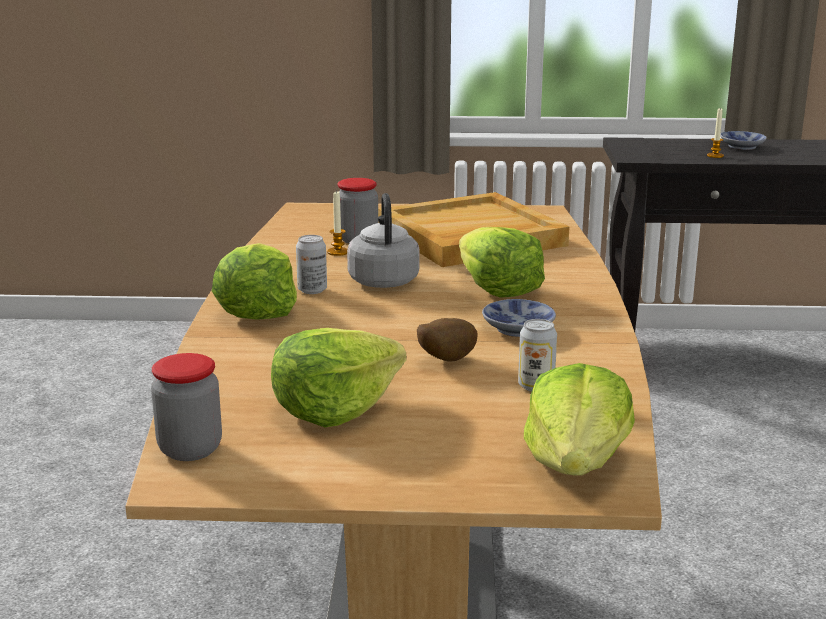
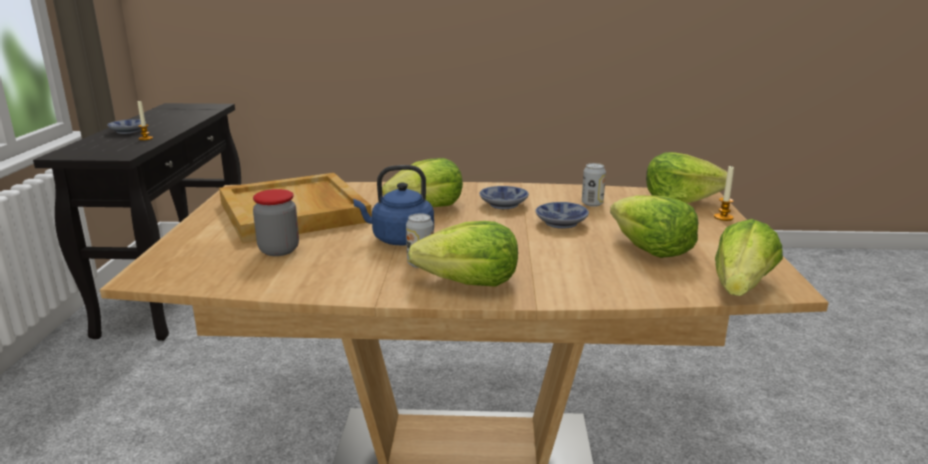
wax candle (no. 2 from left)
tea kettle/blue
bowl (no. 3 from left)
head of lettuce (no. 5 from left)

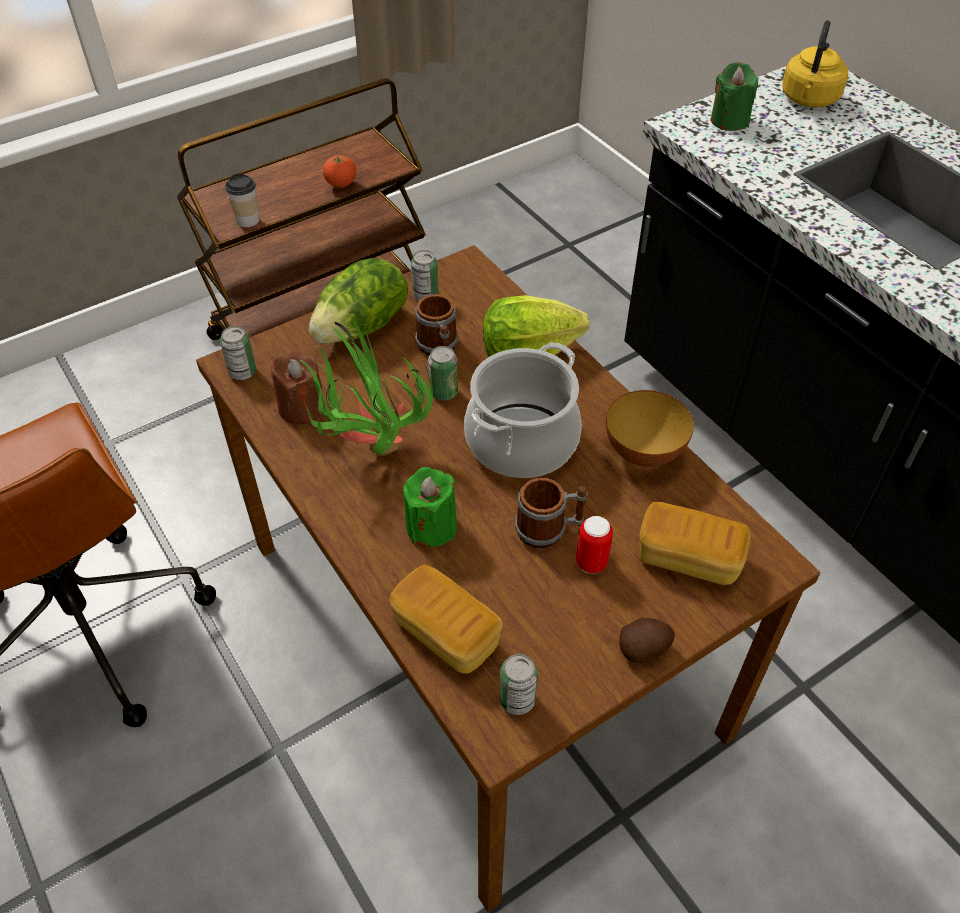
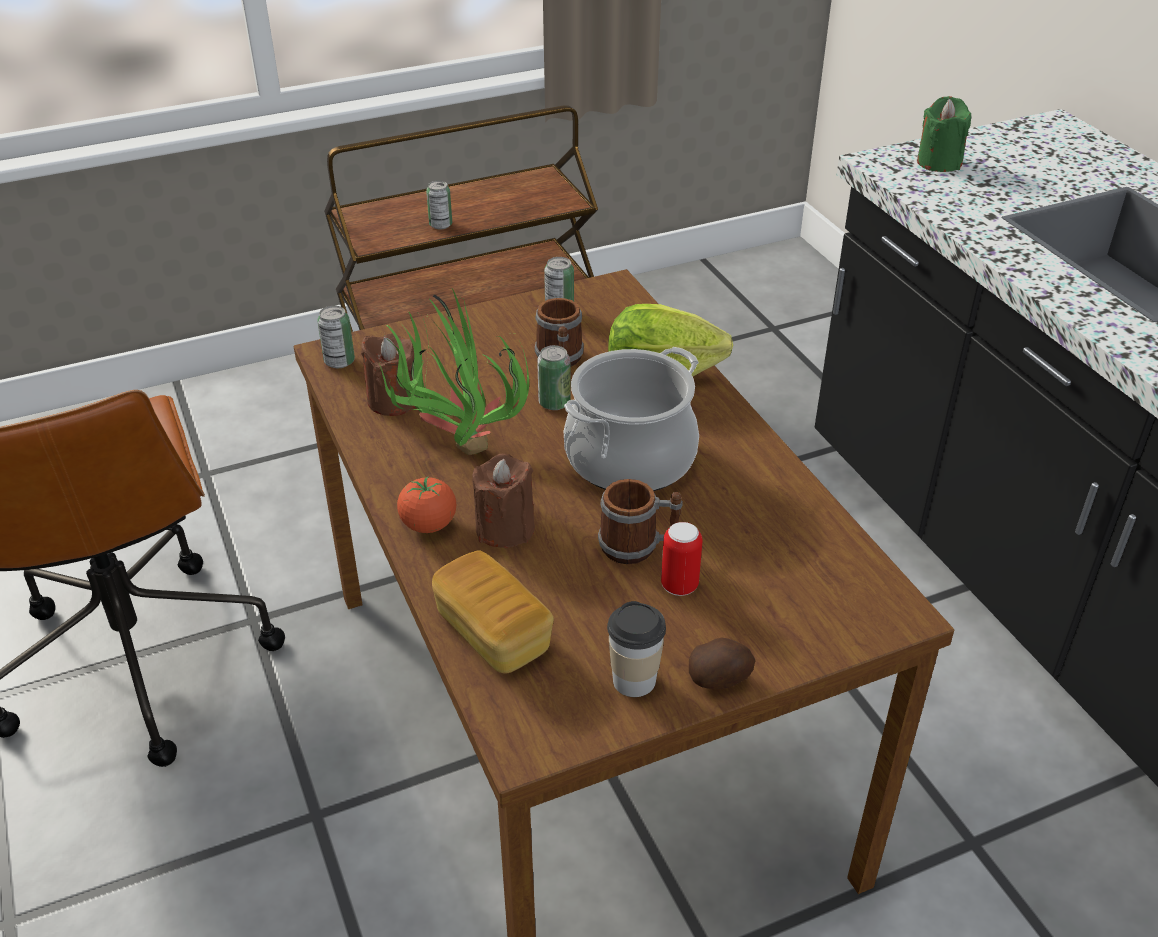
tea kettle/yellow
fresh tomato
drinking cup
head of lettuce (no. 1 from left in the first image)
bowl
wax candle/brown (no. 2 from left)
bread (no. 2 from left in the first image)
sealed can (no. 2 from left)

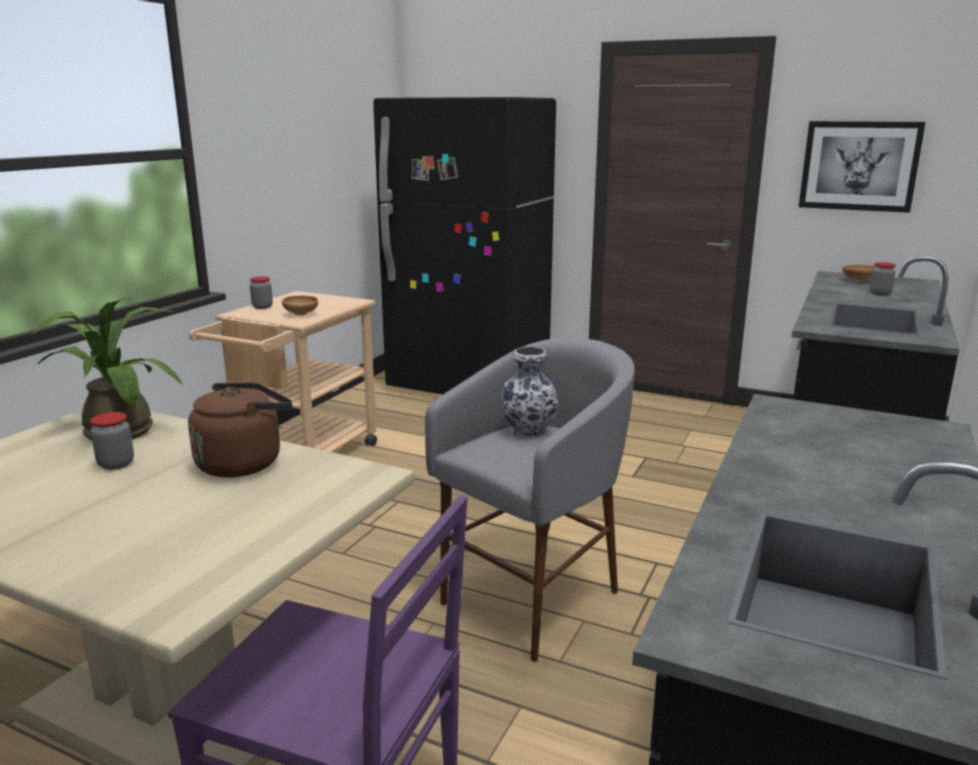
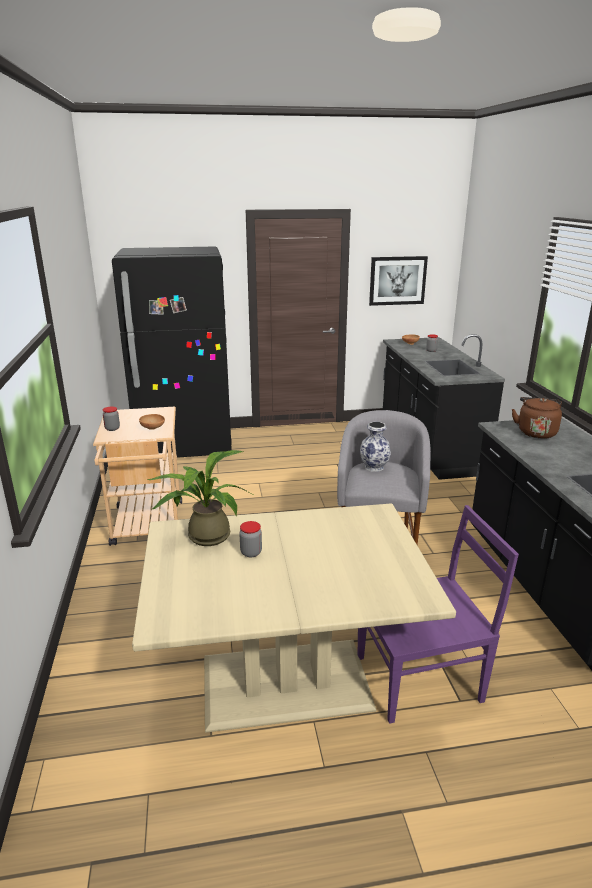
tea kettle/brown

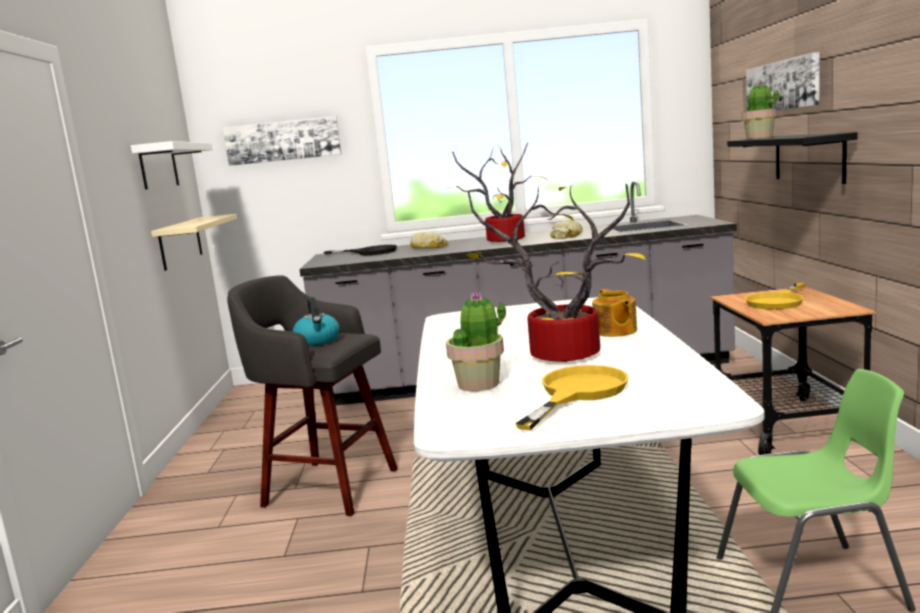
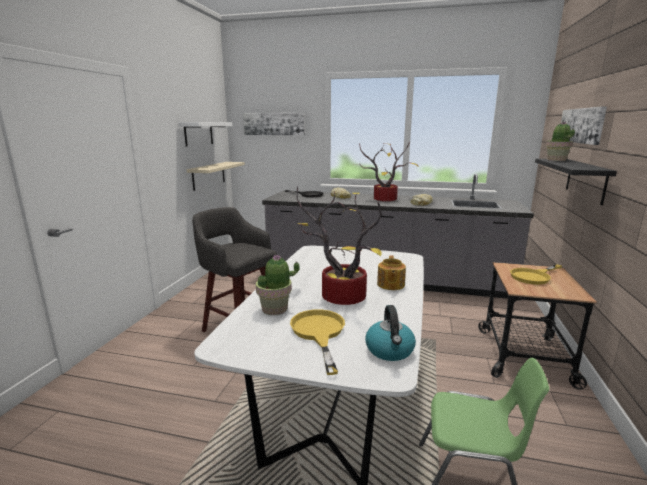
tea kettle
skillet/yellow (no. 1 from left)

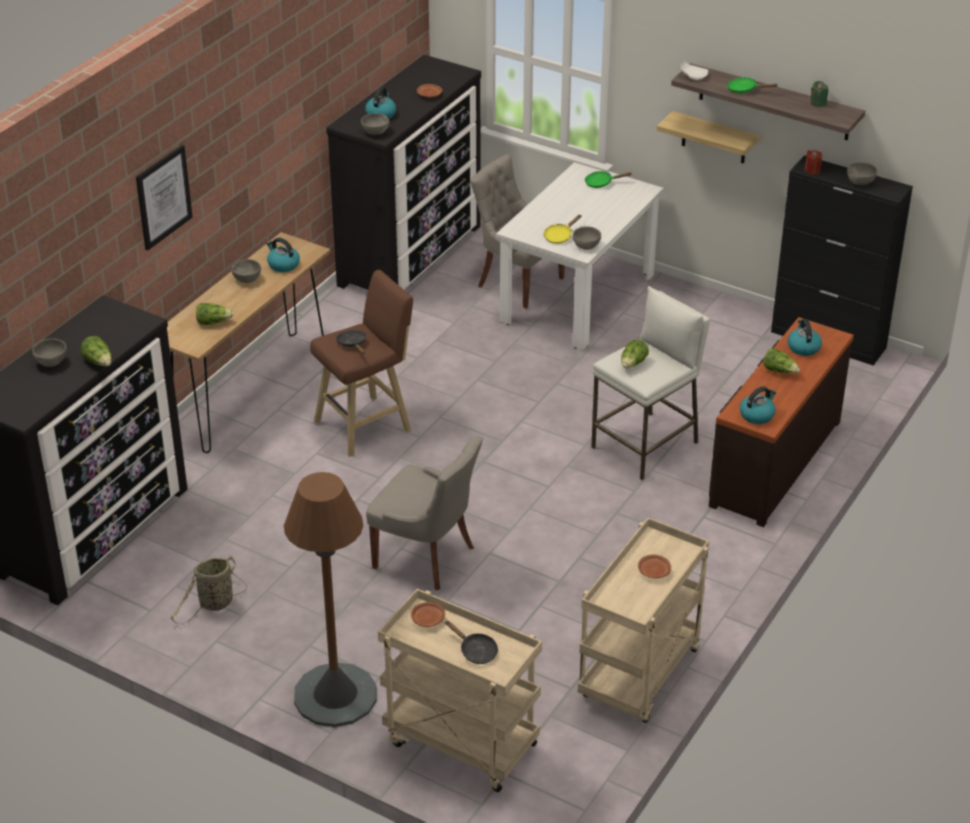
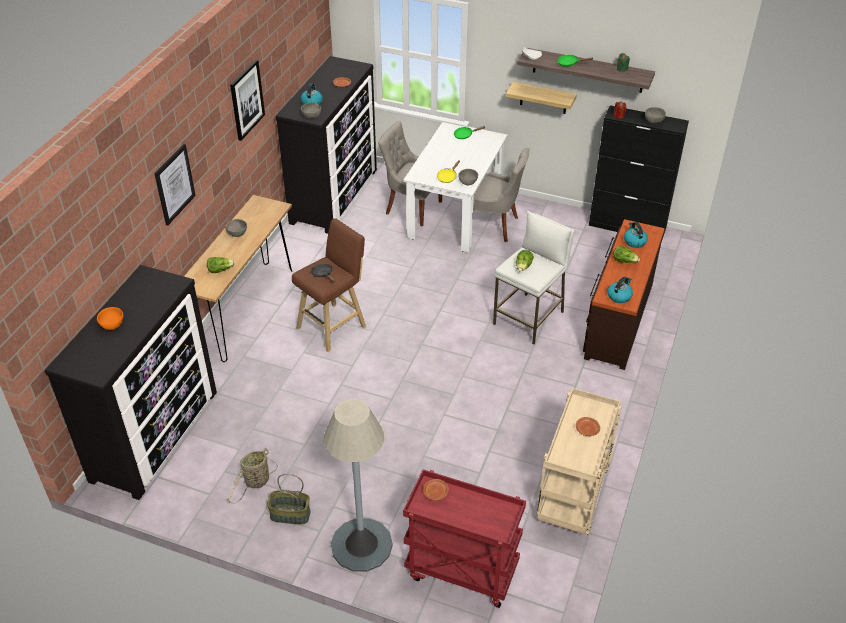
tea kettle (no. 1 from left in the first image)
head of lettuce (no. 1 from left in the first image)
bowl/orangey
upright chair/grey (no. 2 from left)
standing lamp/grey
trolley/red-coloured
skillet/black-coloured (no. 2 from left in the first image)
picture (no. 2 from left)
basket (no. 2 from left)

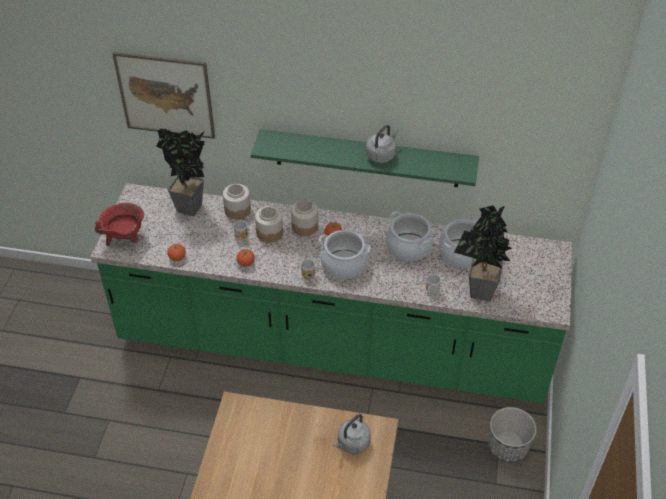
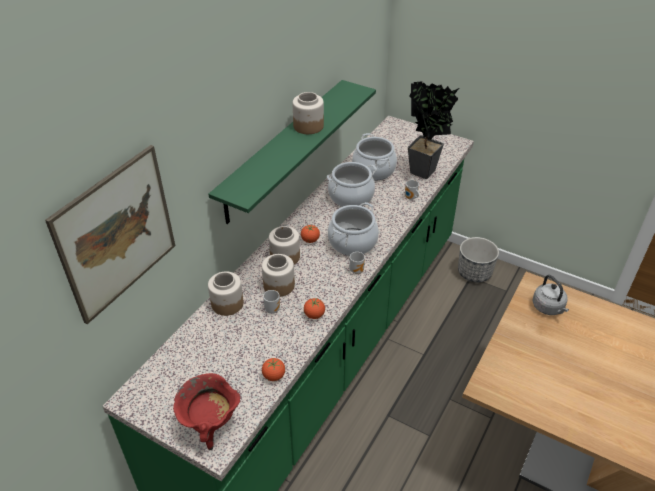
jar (no. 4 from left)
plant in a pot (no. 1 from left in the first image)

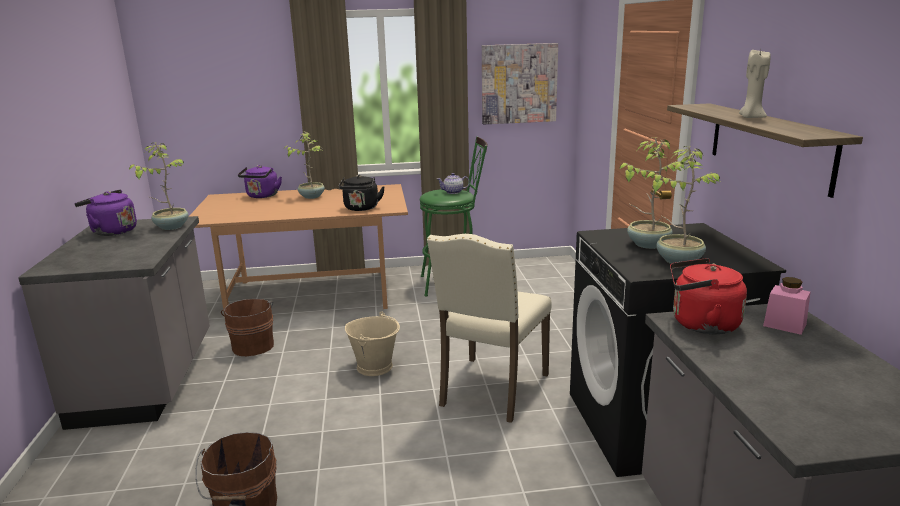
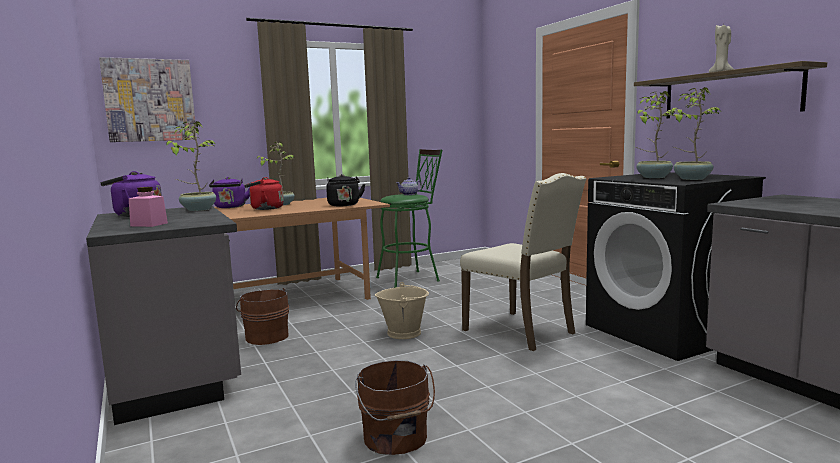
picture
upright chair/beige-coloured
tea kettle/red-coloured
jar/pink

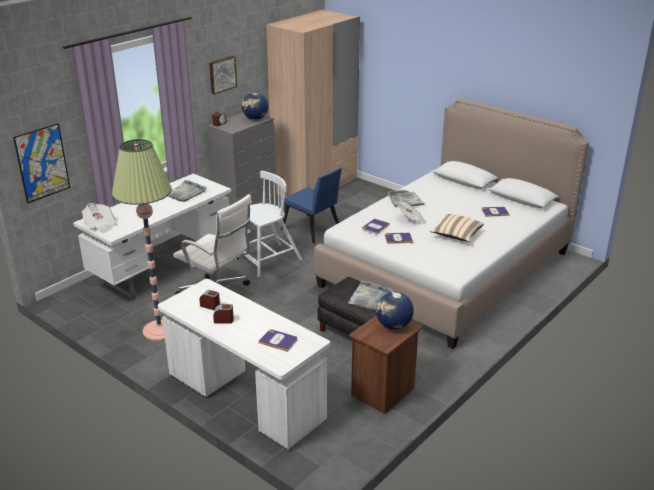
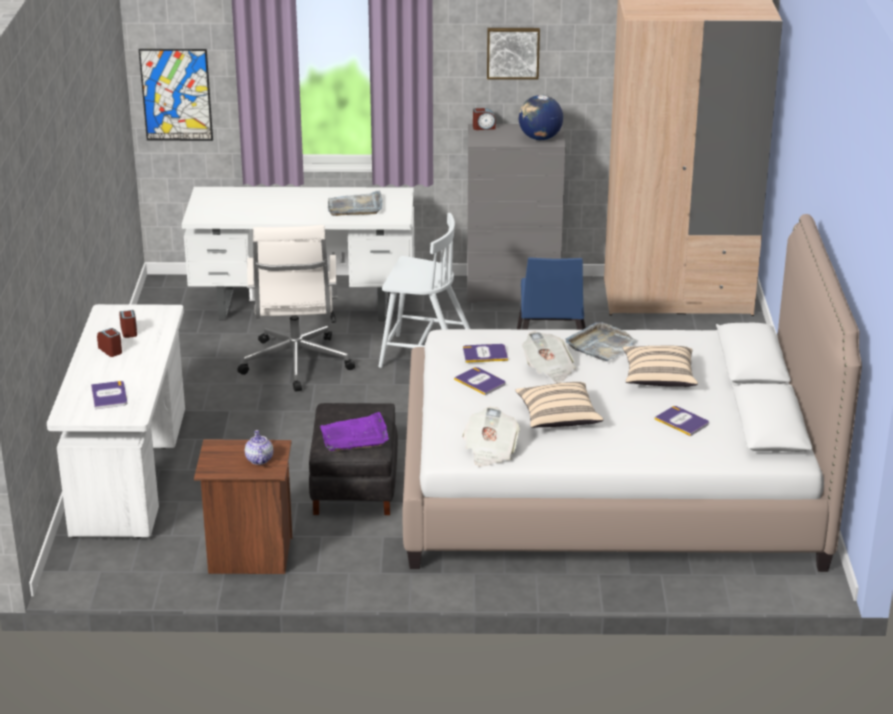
standing lamp
daily paper (no. 1 from left)
carrying tray/purple
tea pot
throw pillow/beige-coloured (no. 2 from left)

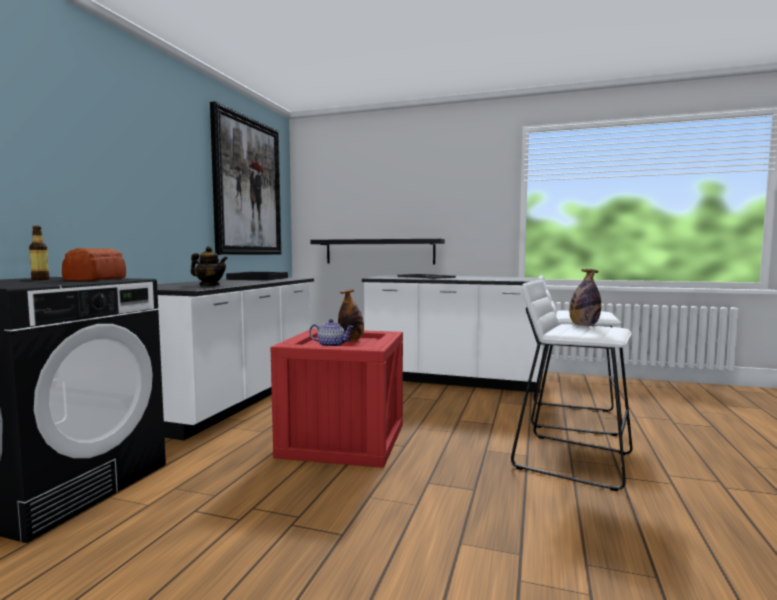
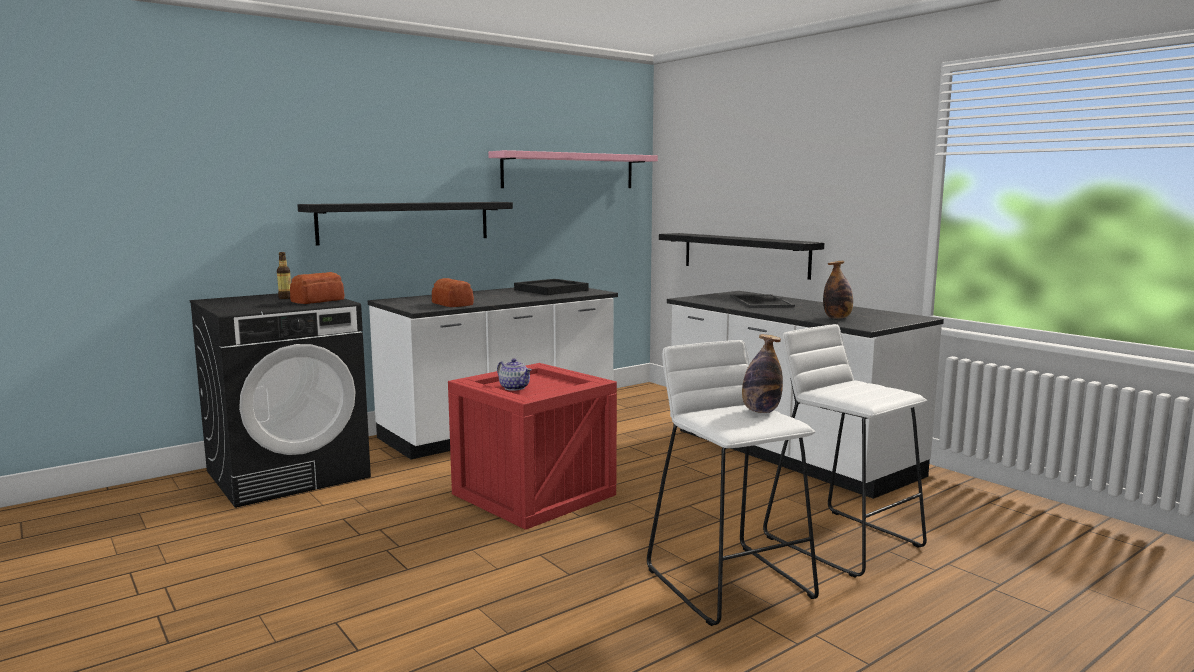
wall shelf/pink
bread (no. 2 from left)
beverage bottle (no. 3 from left)
wall shelf/black-coloured (no. 1 from left)

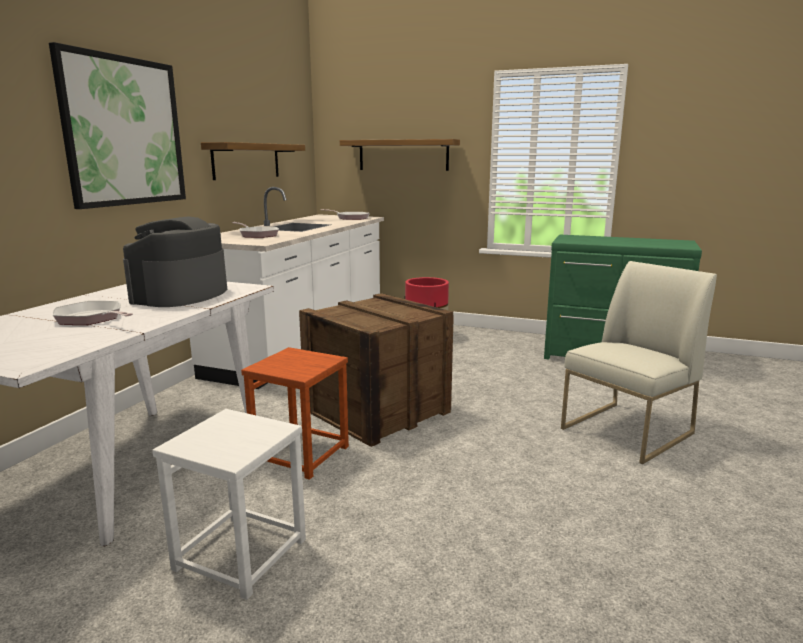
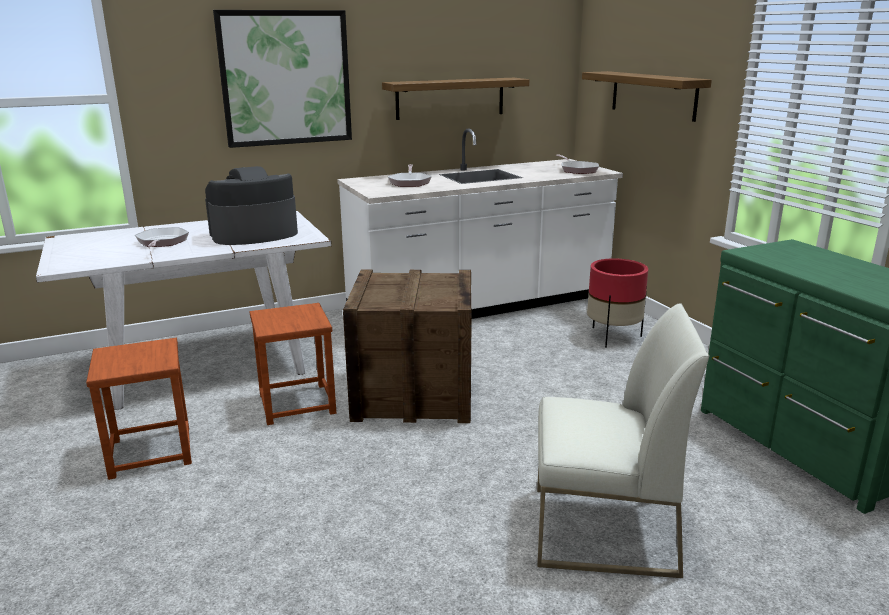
sitting stool/brown (no. 1 from left)

